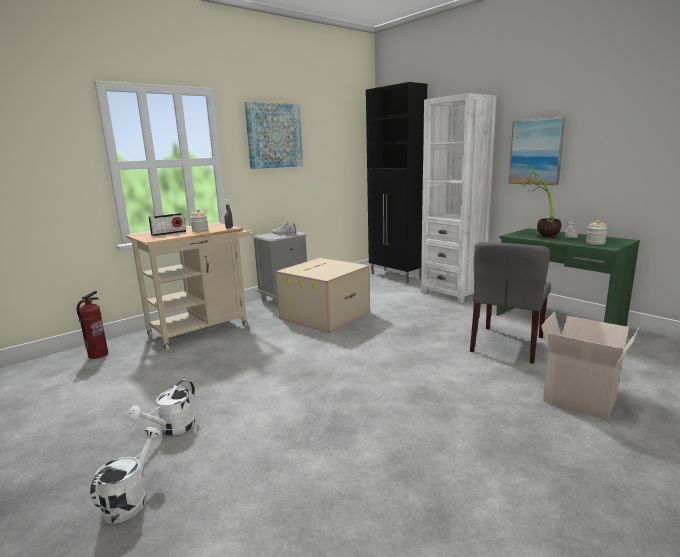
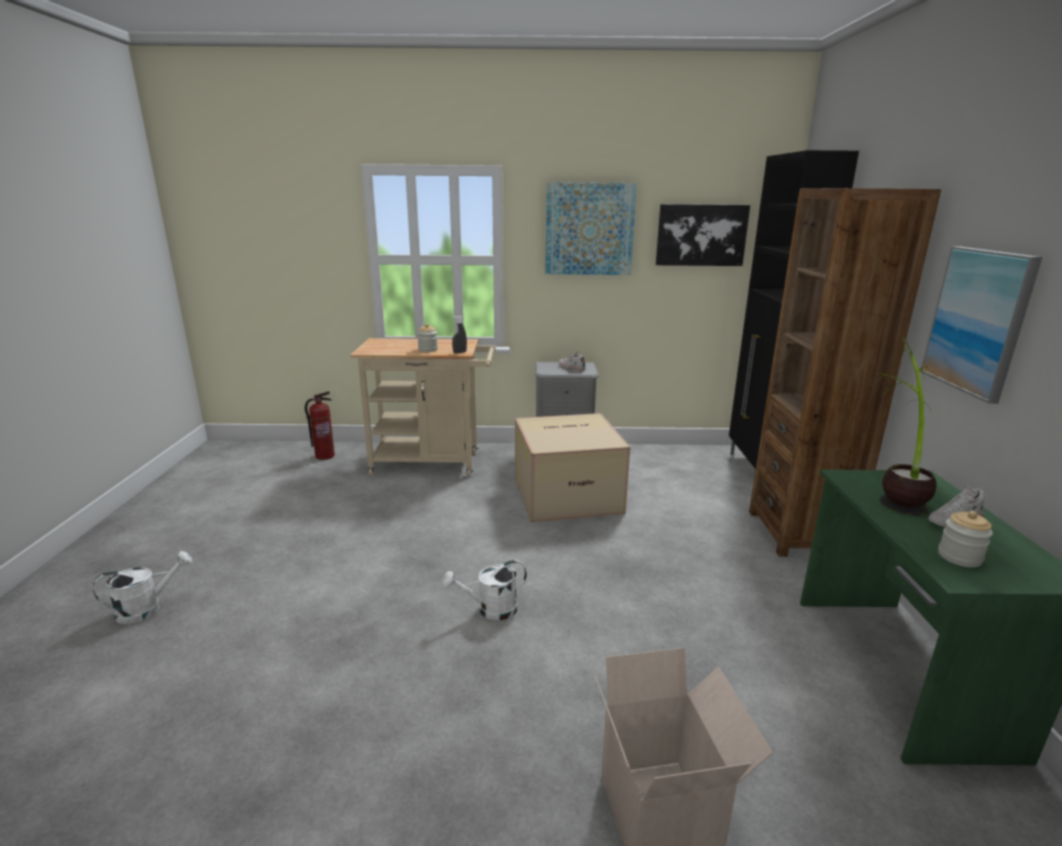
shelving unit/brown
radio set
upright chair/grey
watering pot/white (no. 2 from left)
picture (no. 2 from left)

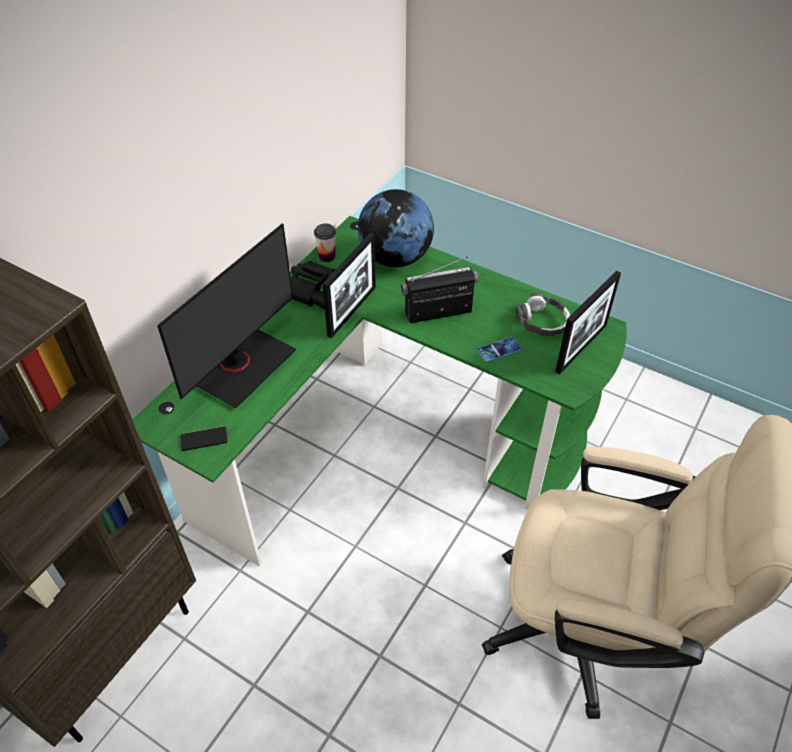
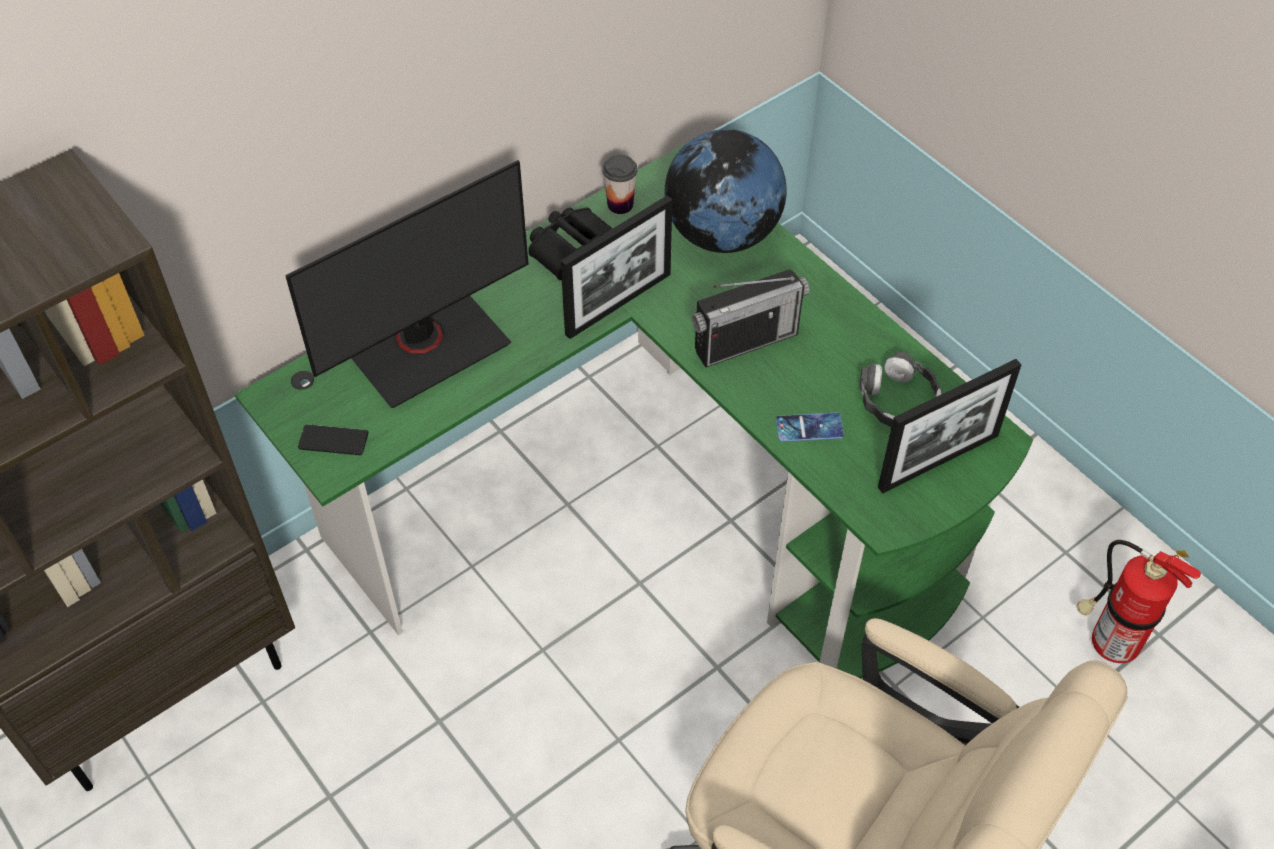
radio set
fire-fighting cylinder

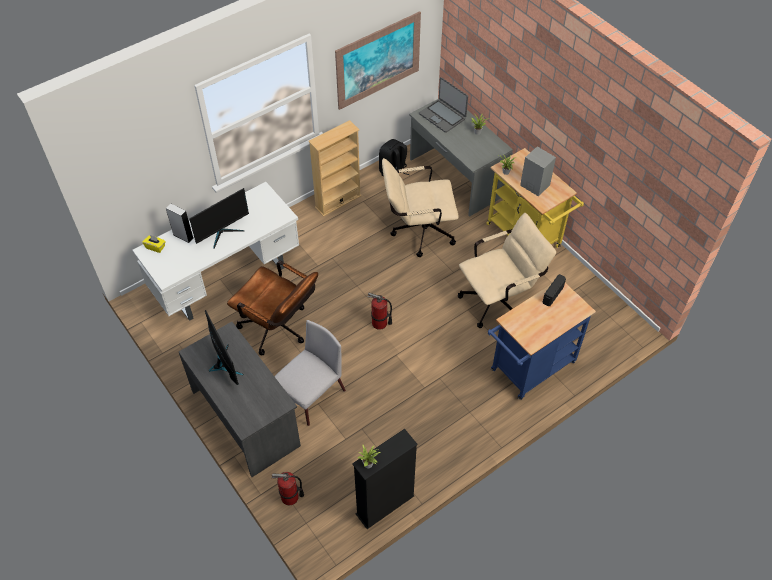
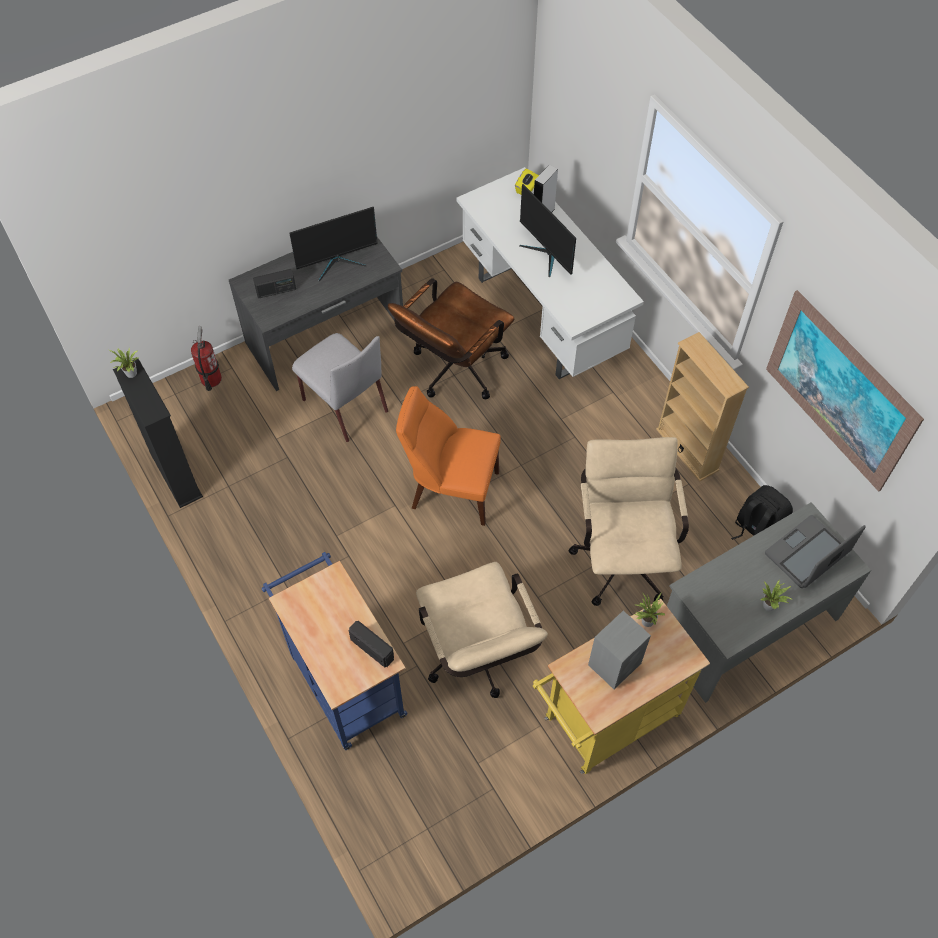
upright chair/orangey
radio set (no. 1 from left)

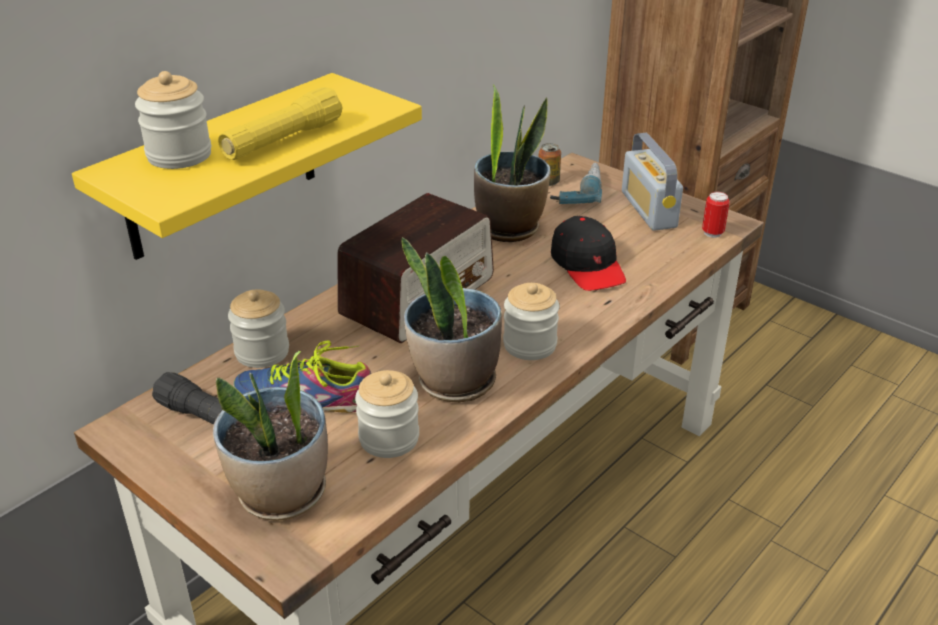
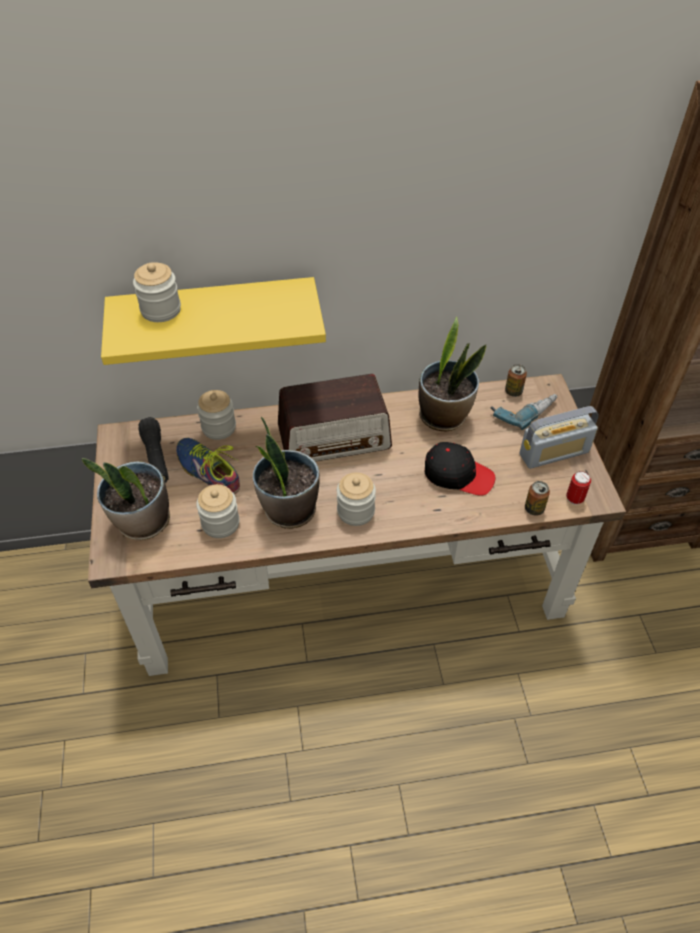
flashlight/yellow
radio set (no. 2 from left)
baseball cap/black-coloured
sealed can (no. 2 from left)

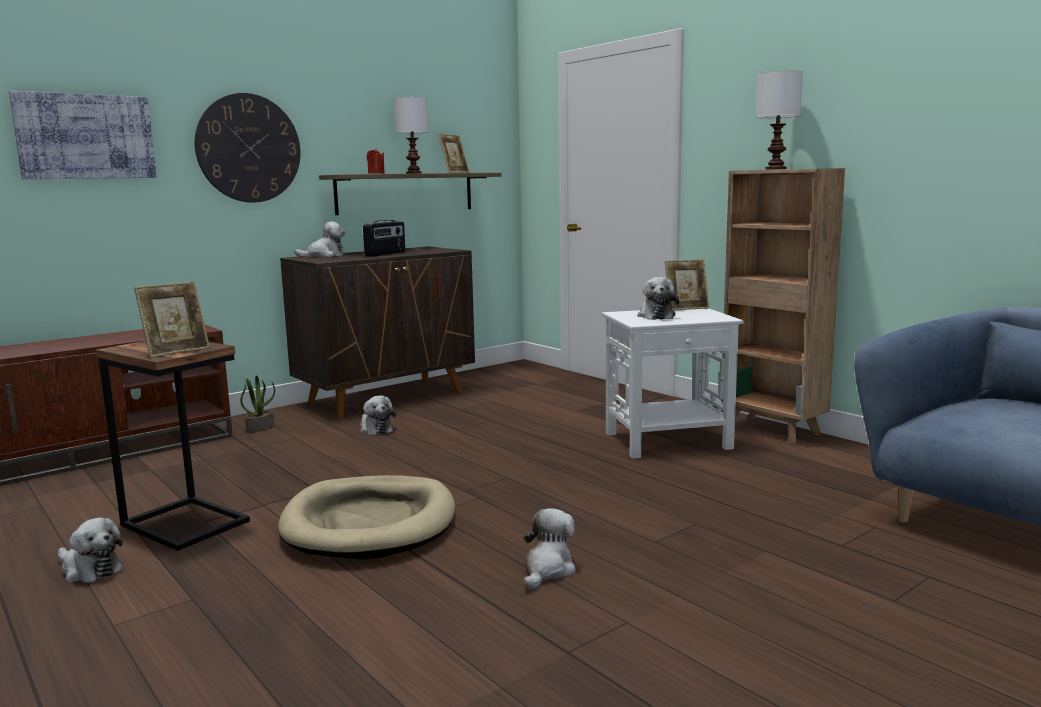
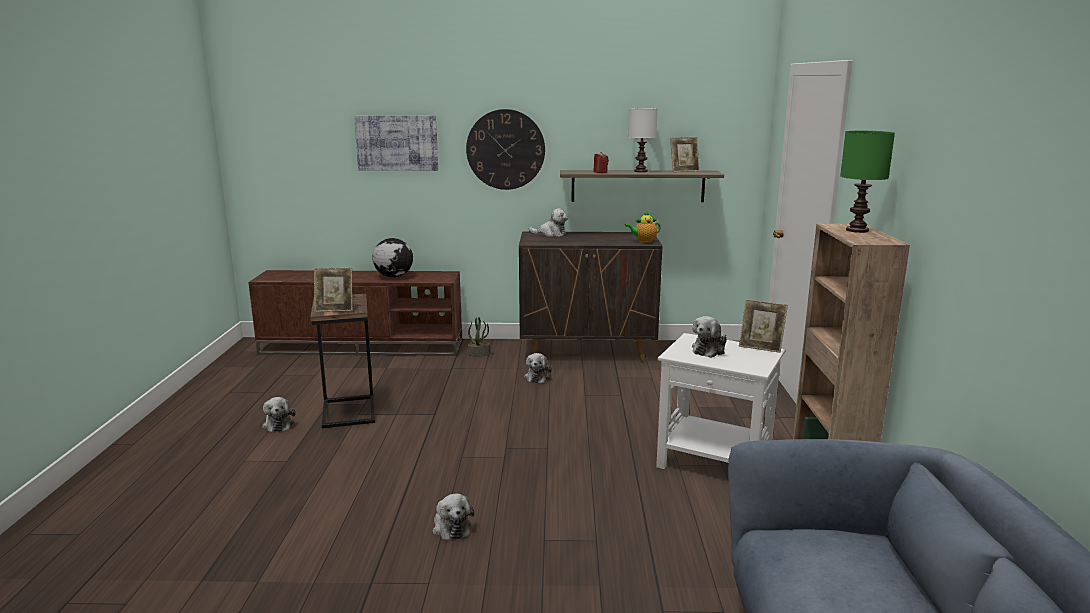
lamp for a table/green-coloured
radio set
dog bed/beige-coloured
soft toy (no. 2 from left)
tea pot
globe

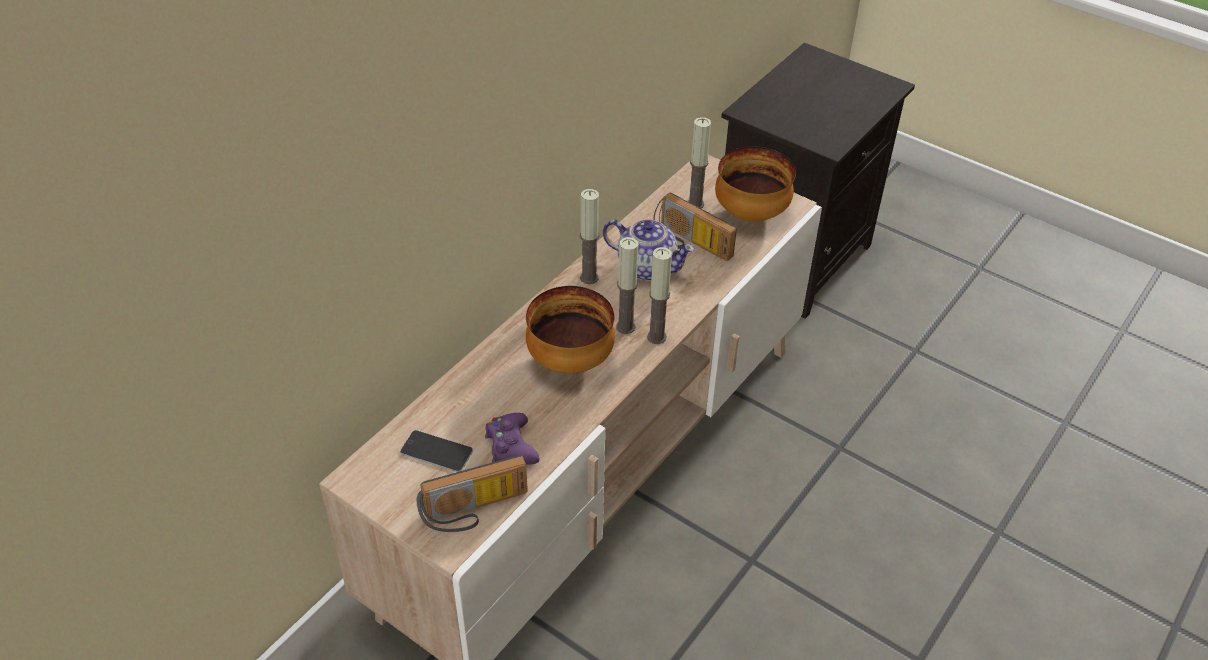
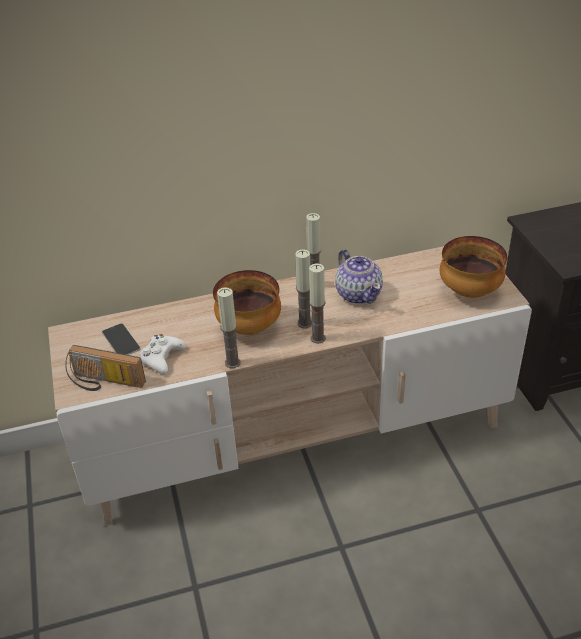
wax candle (no. 1 from left)
radio set (no. 2 from left in the first image)
gamepad/white

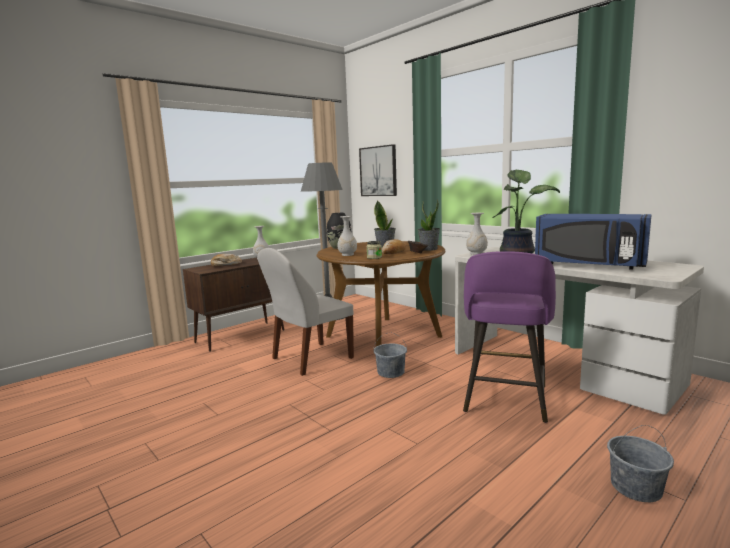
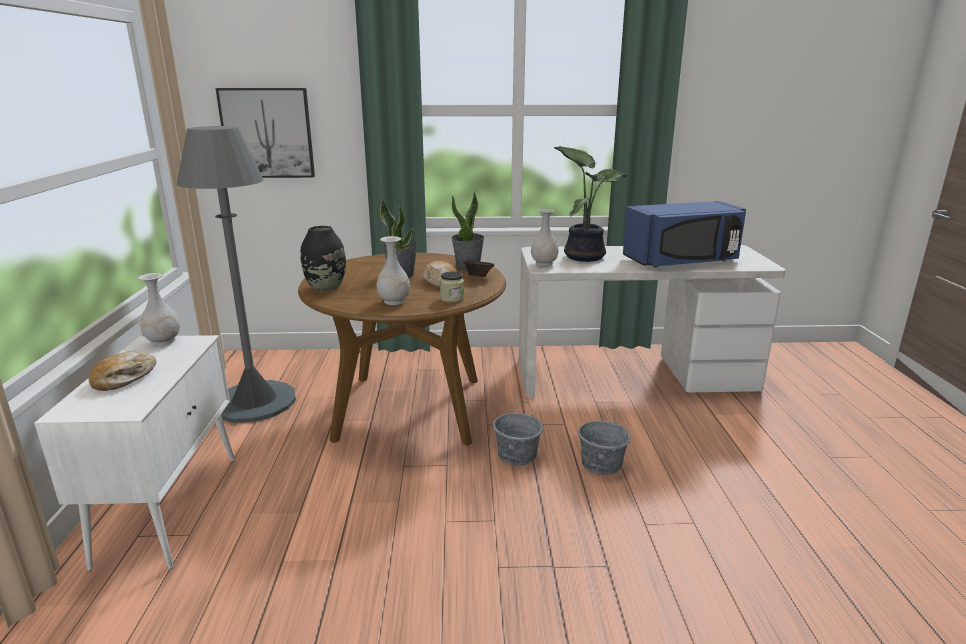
upright chair/white
sitting stool/purple
storage cabinet/white
water bucket/grey (no. 2 from left)

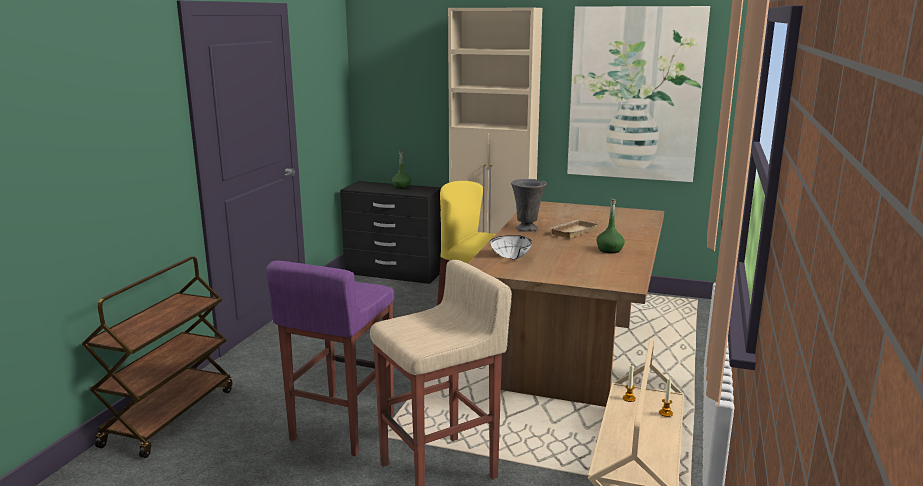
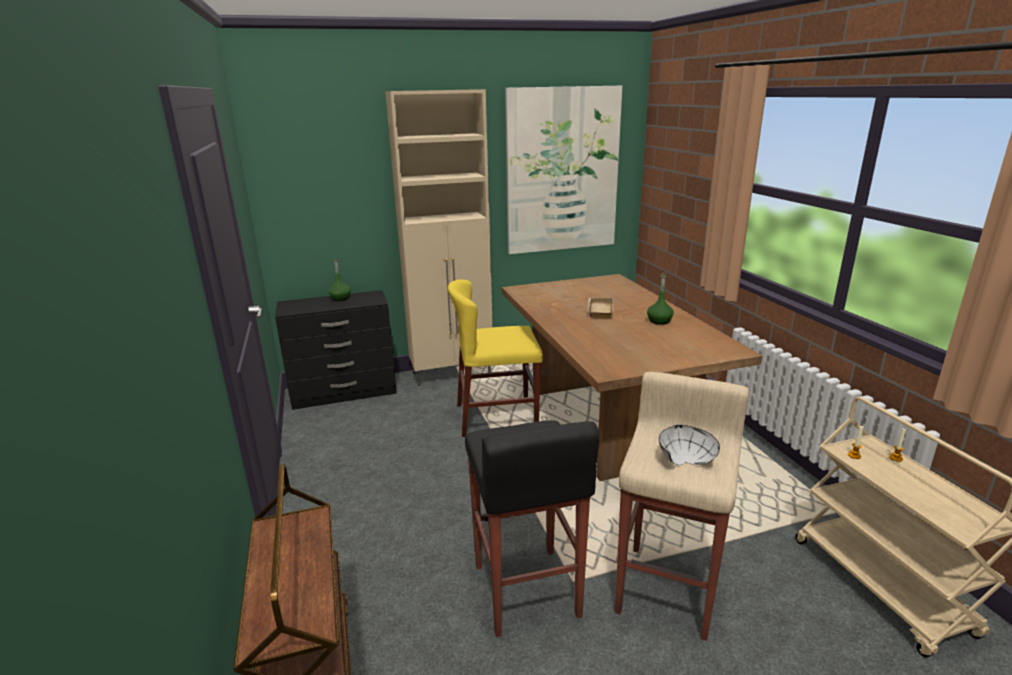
vase/grey
bowl/white
sitting stool/black-coloured

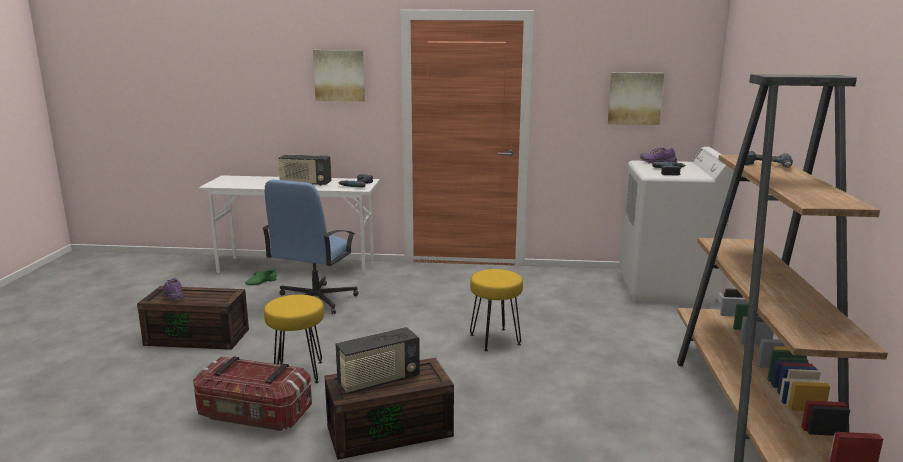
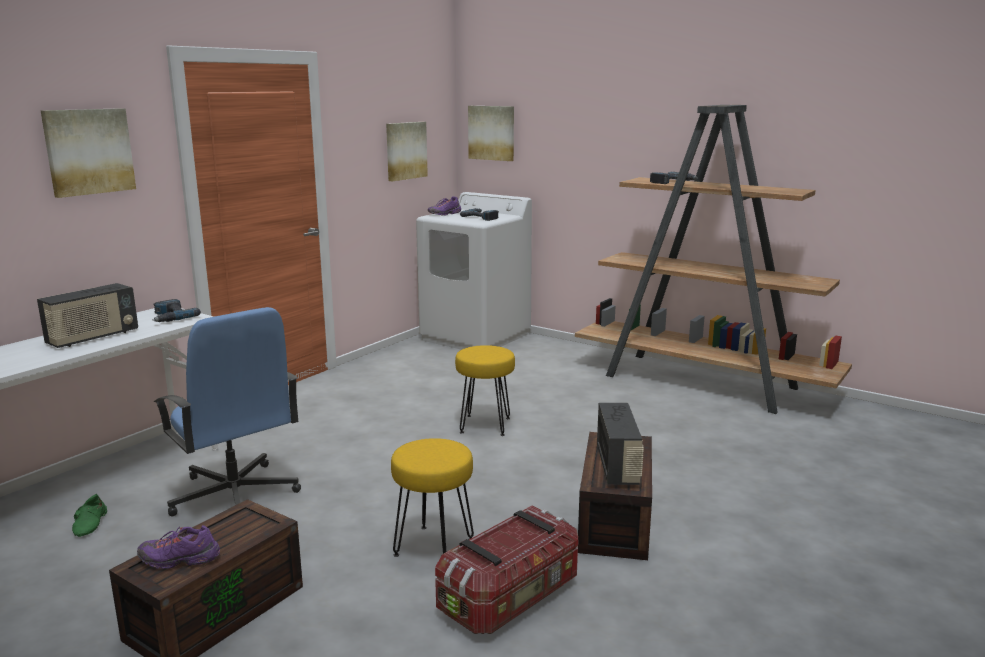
picture (no. 3 from left)

